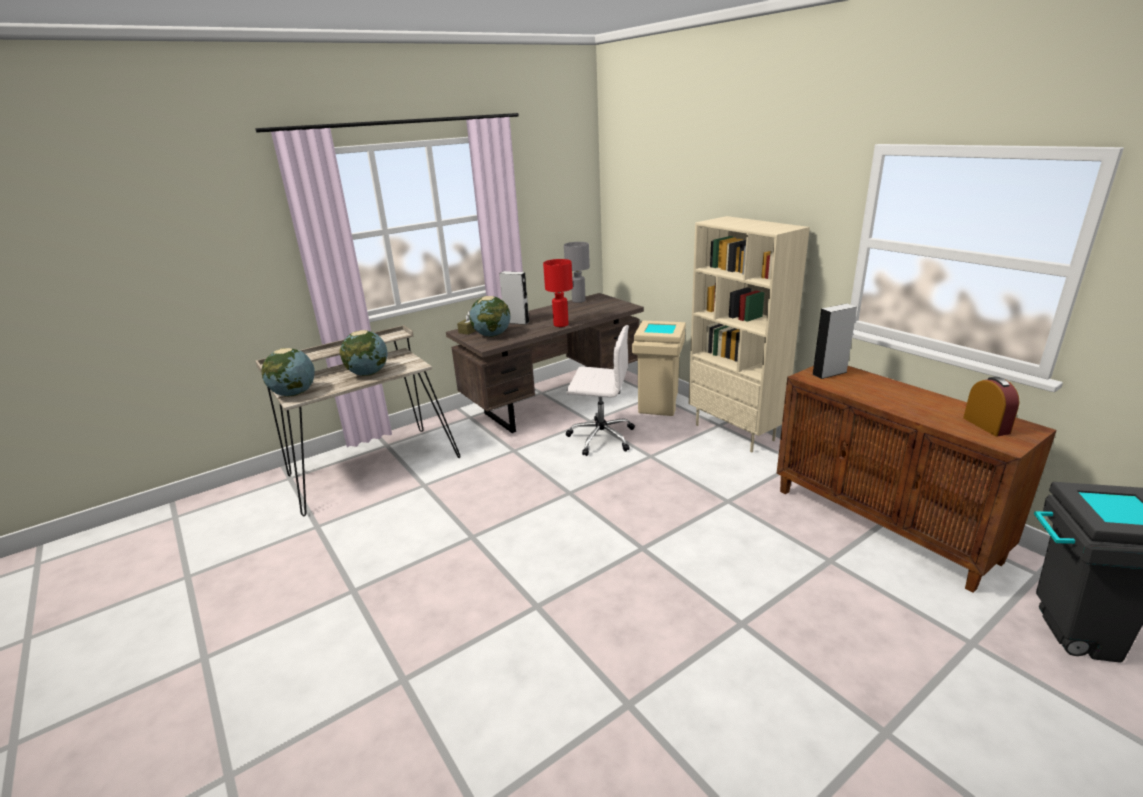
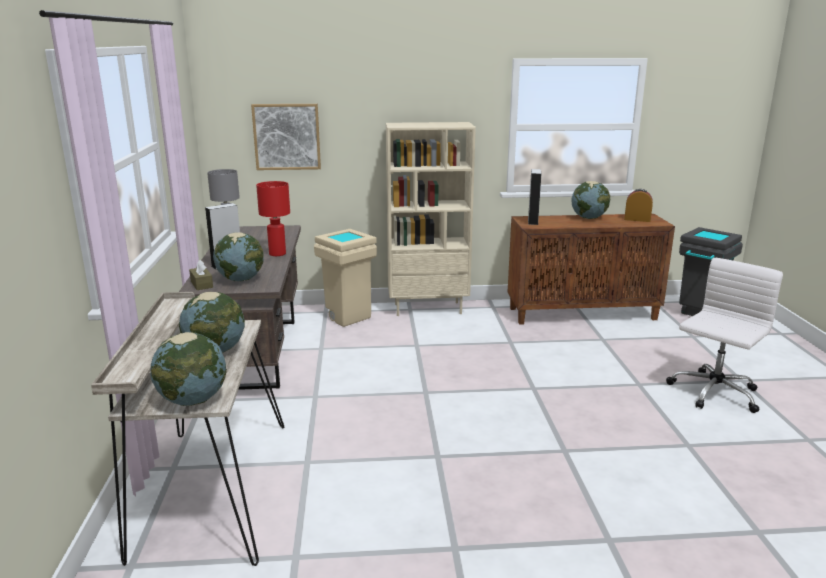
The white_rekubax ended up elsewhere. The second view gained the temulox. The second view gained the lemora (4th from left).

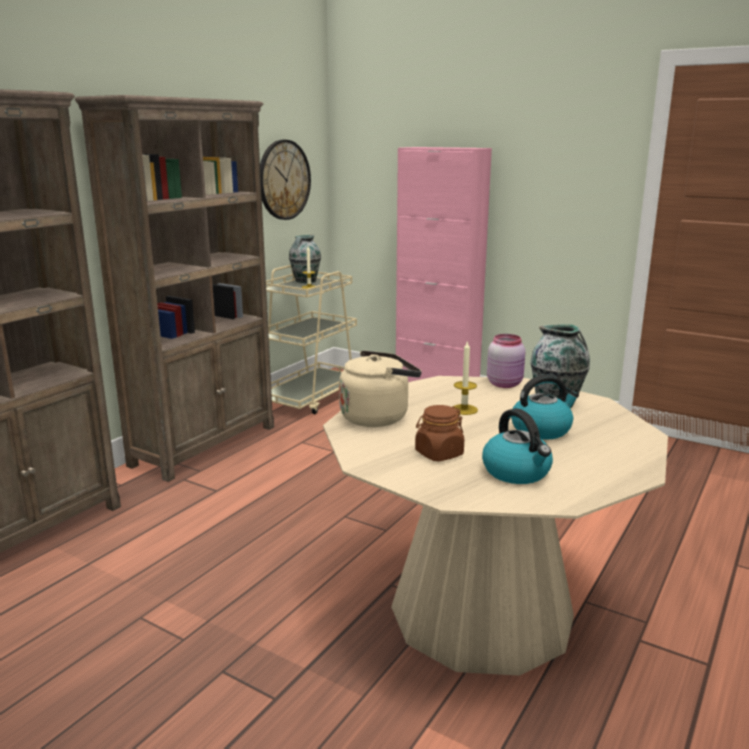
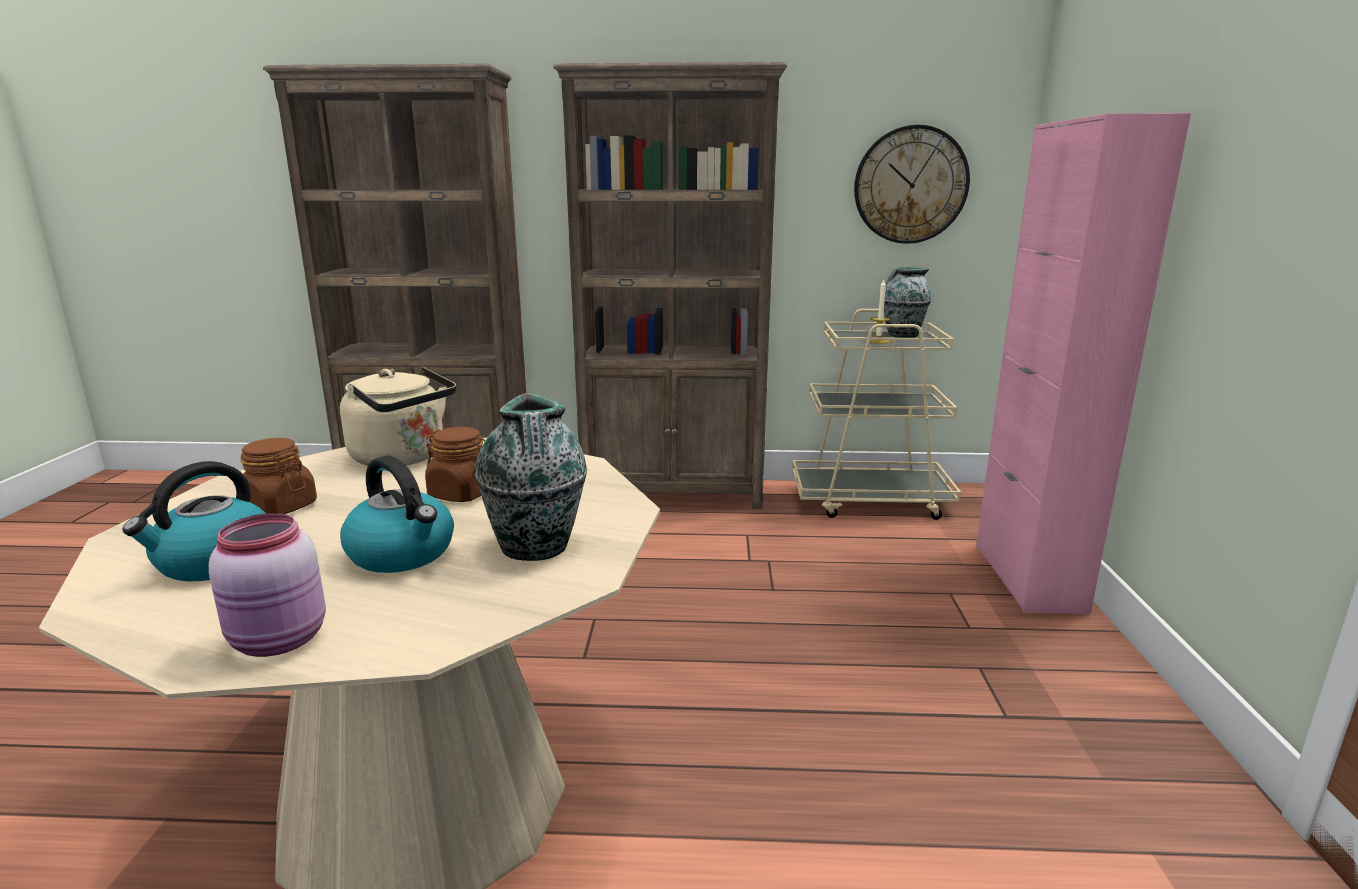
The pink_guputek ended up elsewhere. Where the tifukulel (2nd from left) stood, the brown_guputek (2nd from left) came to stand.

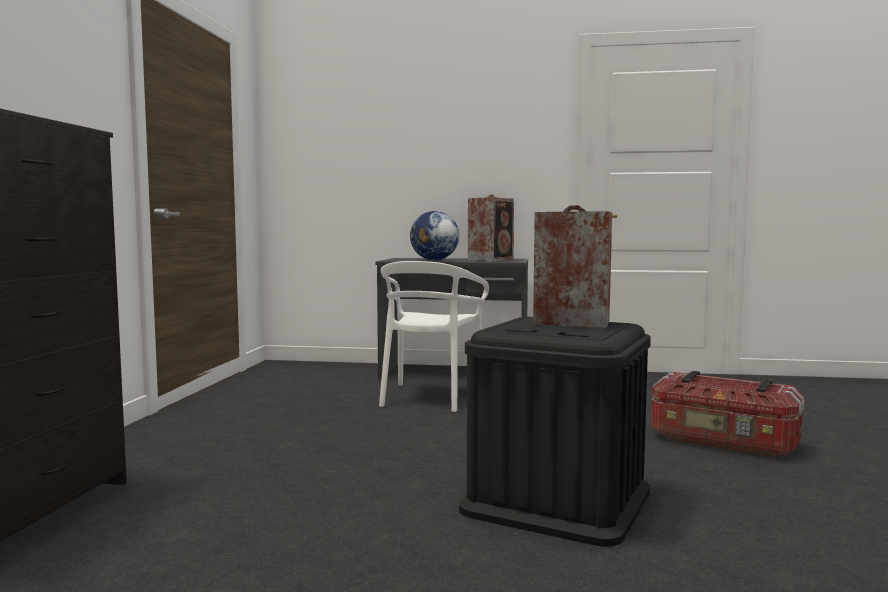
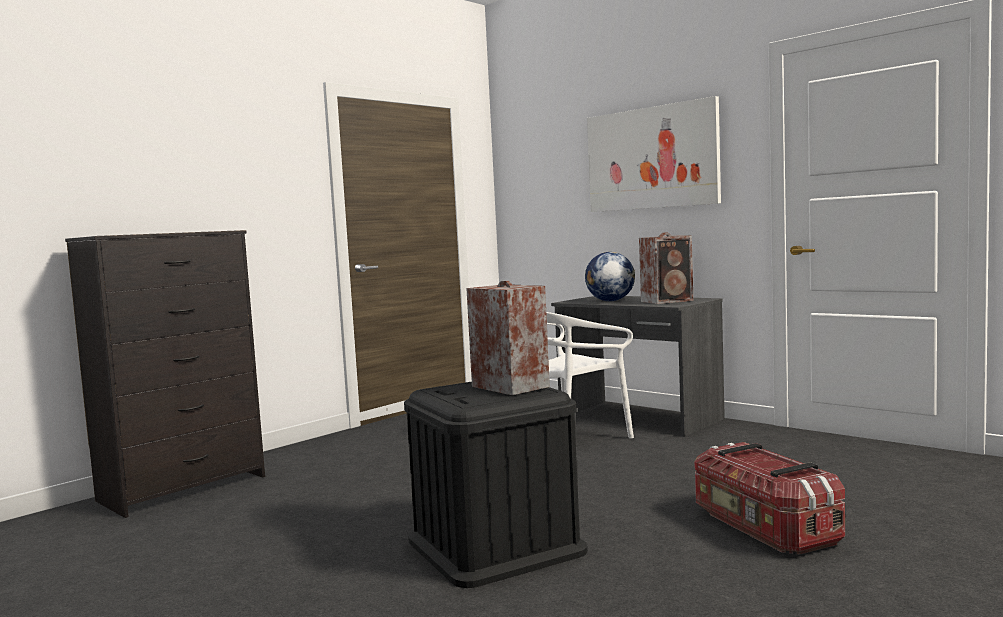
The second view gained the temulox.

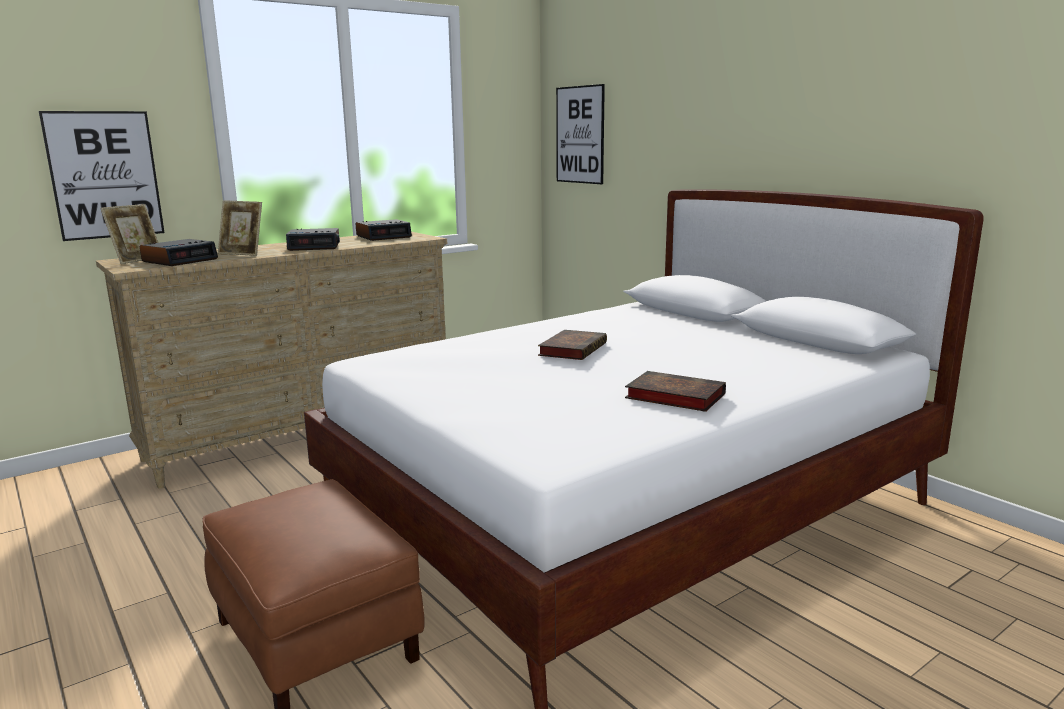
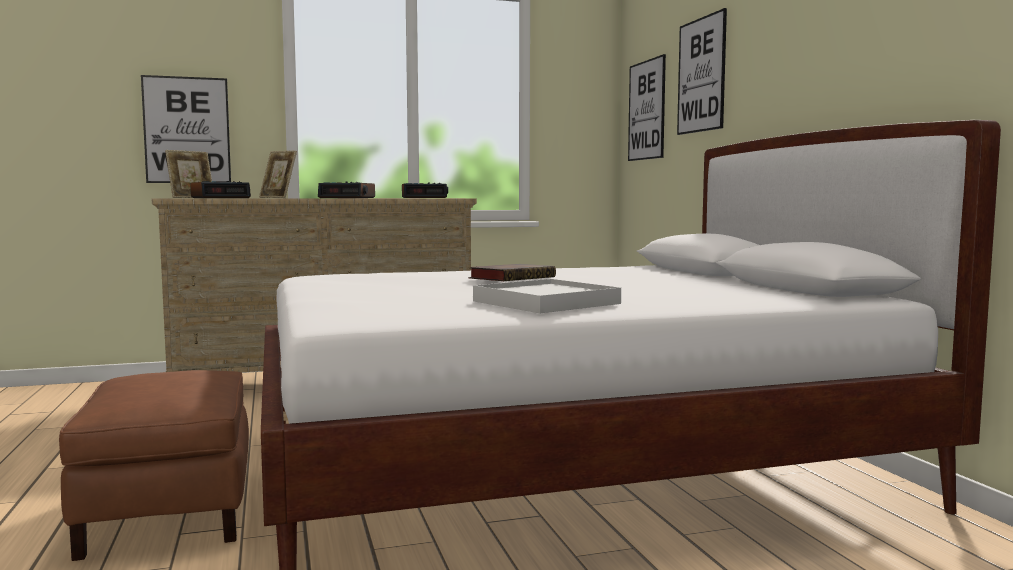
Where the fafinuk (2nd from left) stood, the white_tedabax came to stand. The second view gained the temulox (3rd from left).

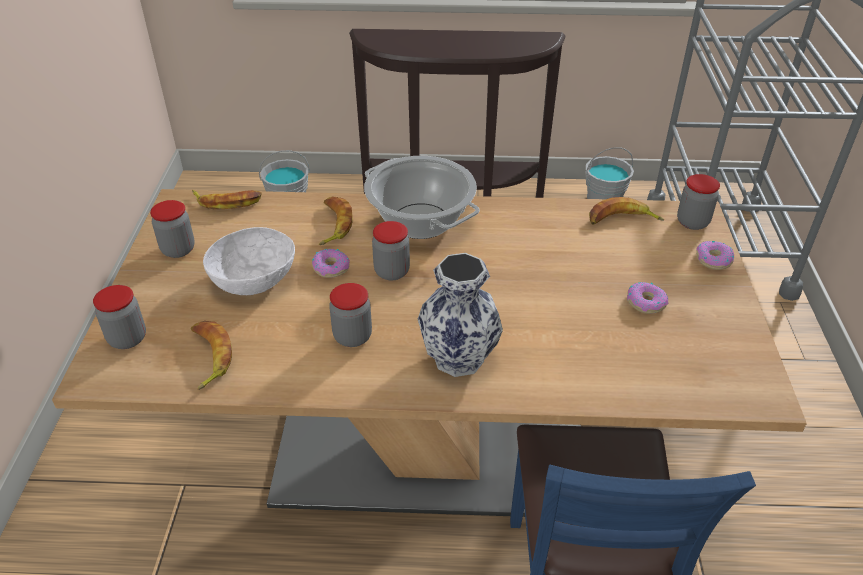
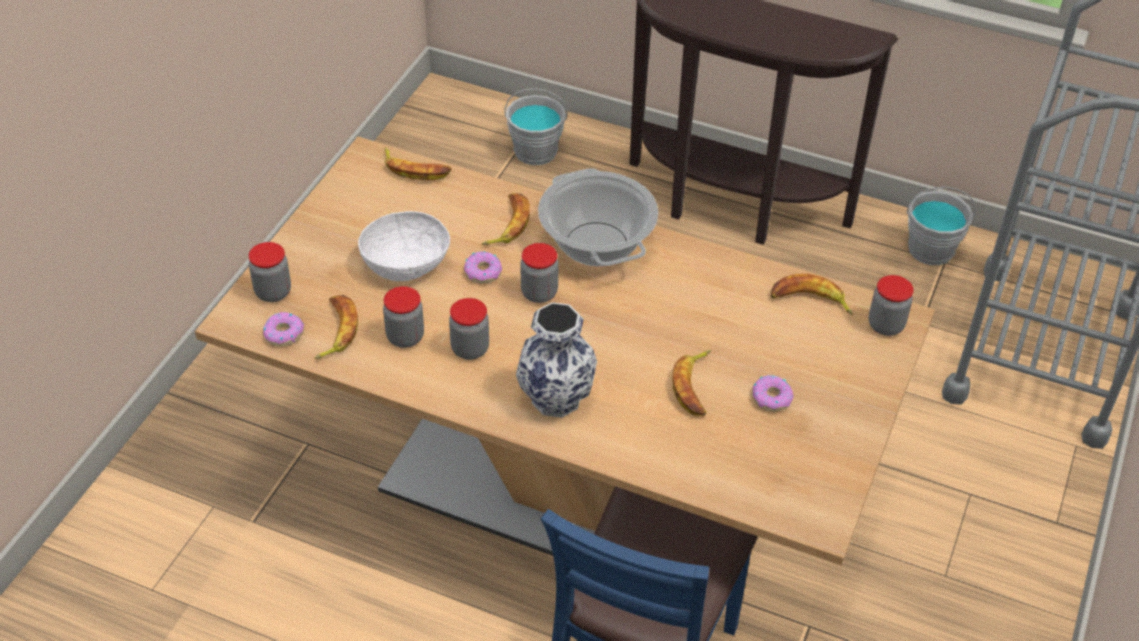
The guputek (2nd from left) ended up elsewhere. The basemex (3rd from left in the first image) ended up elsewhere. The second view gained the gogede (4th from left).

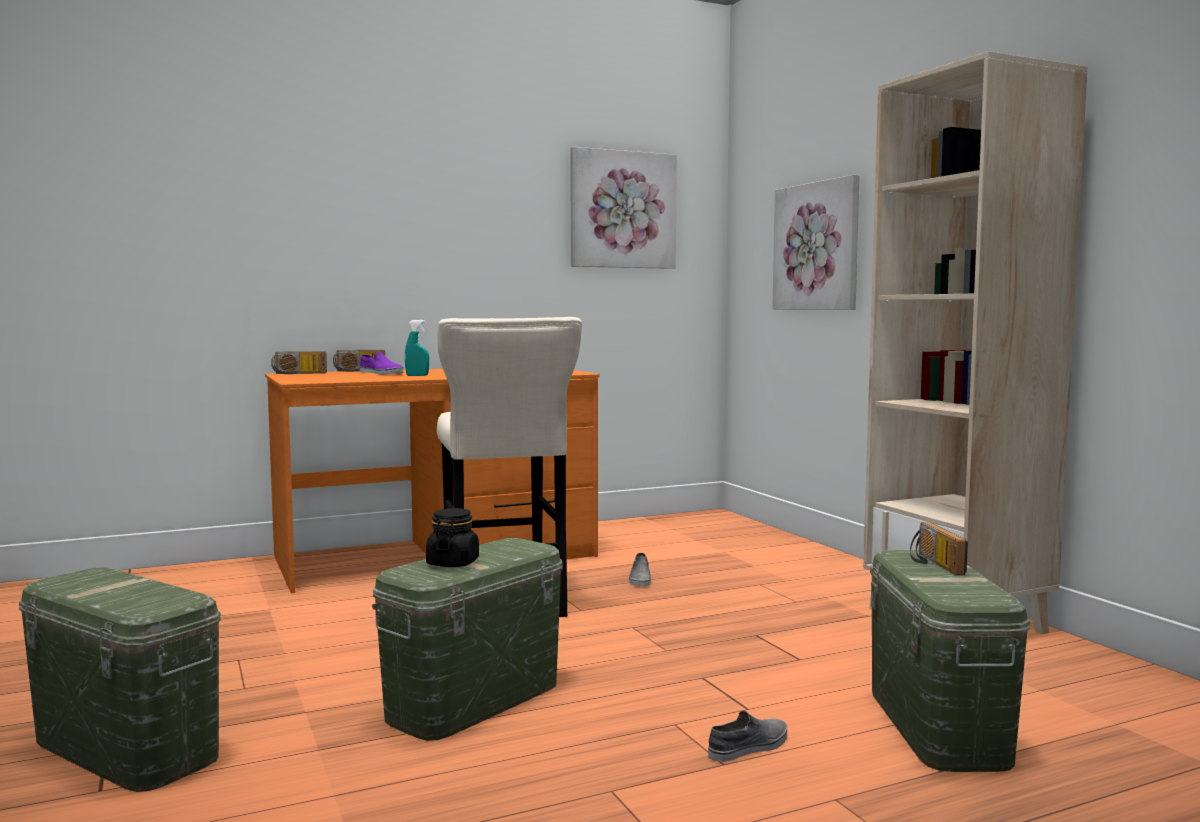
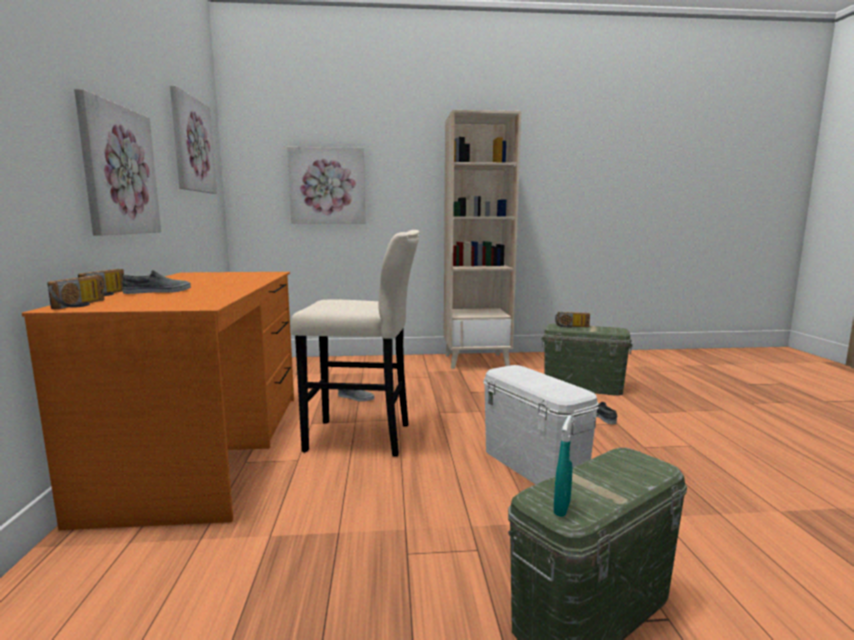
The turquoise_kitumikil ended up elsewhere. What was the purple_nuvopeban turned into the grey_nuvopeban (1st from left). The second view lost the black_guputek. What was the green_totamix (2nd from left) turned into the white_totamix. The second view gained the temulox (1st from left).

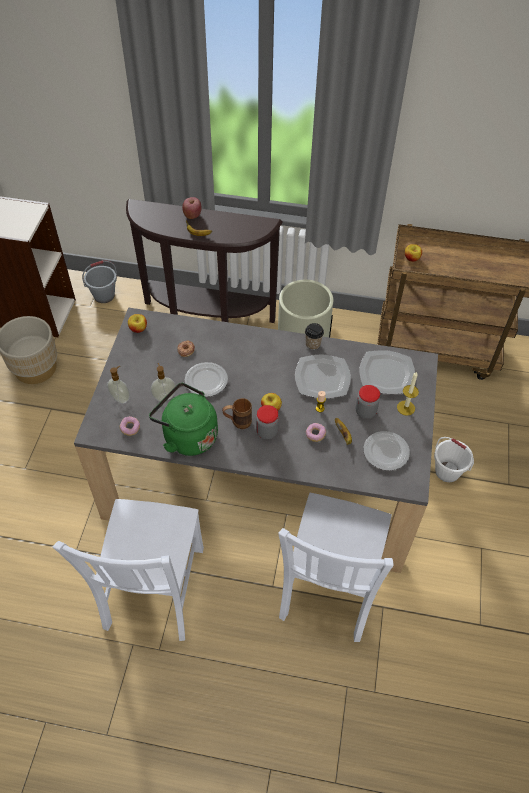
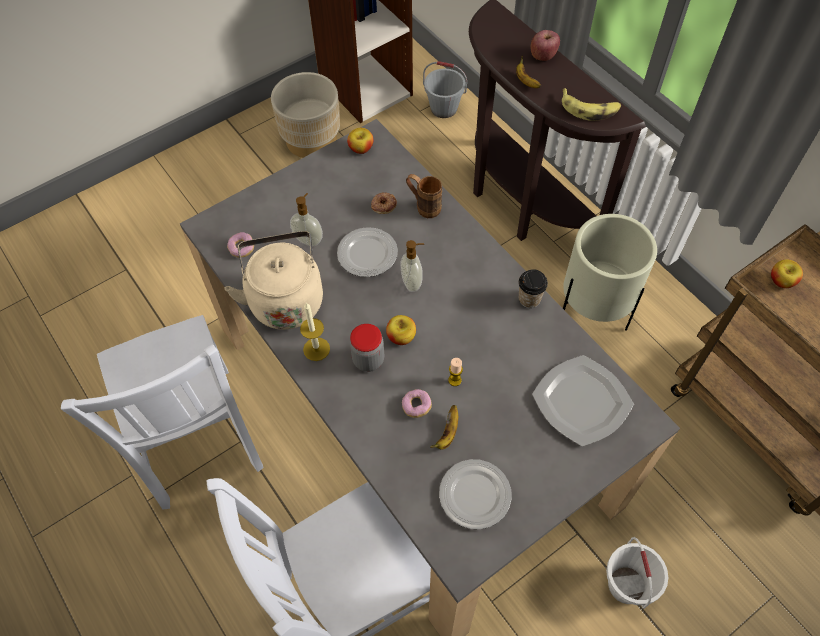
The second view lost the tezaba (2nd from left). The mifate (1st from left in the first image) ended up elsewhere. The tifukulel (2nd from left in the first image) ended up elsewhere. What was the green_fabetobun turned into the beige_fabetobun. The second view lost the guputek (2nd from left). The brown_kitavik ended up elsewhere. The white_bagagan (1st from left) ended up facing another way, 75 degrees counterclockwise from before. The second view gained the gogede (3rd from left).

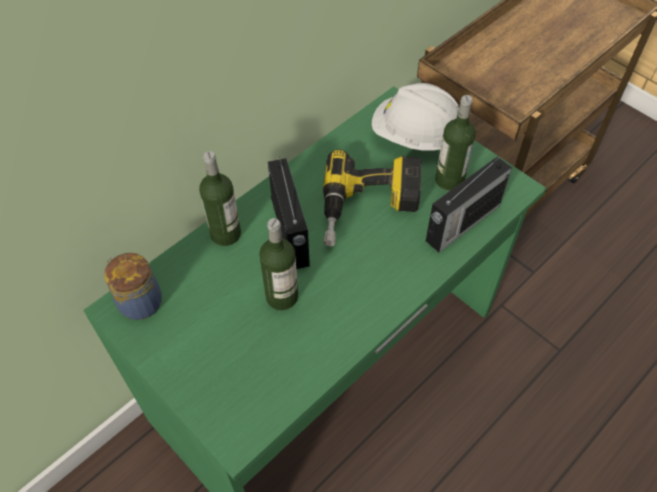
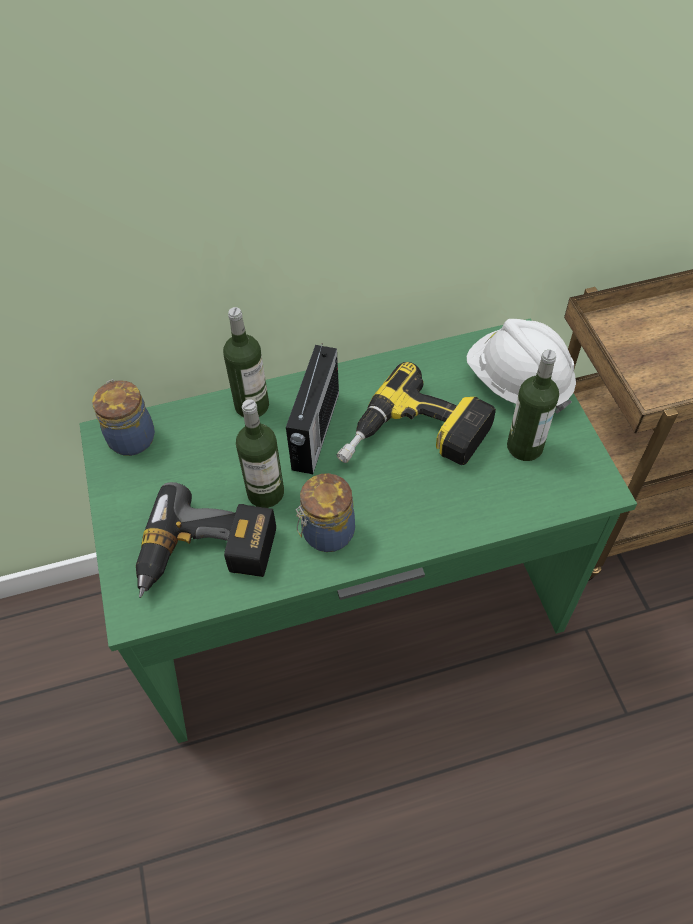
The second view lost the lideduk (2nd from left). The second view gained the guputek (2nd from left). The second view gained the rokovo (1st from left).

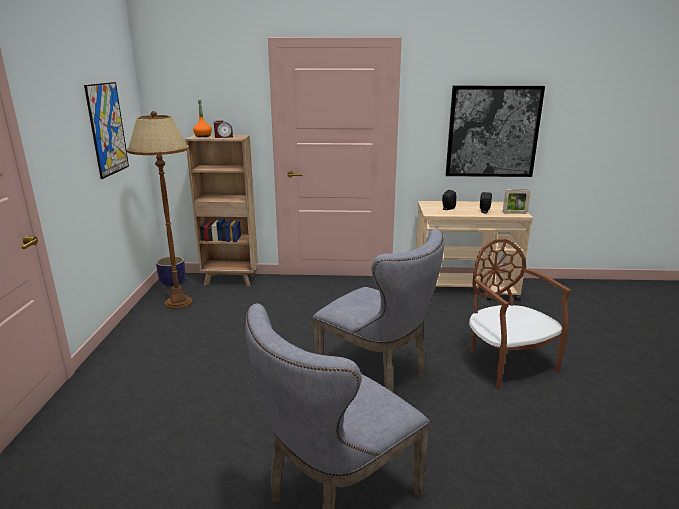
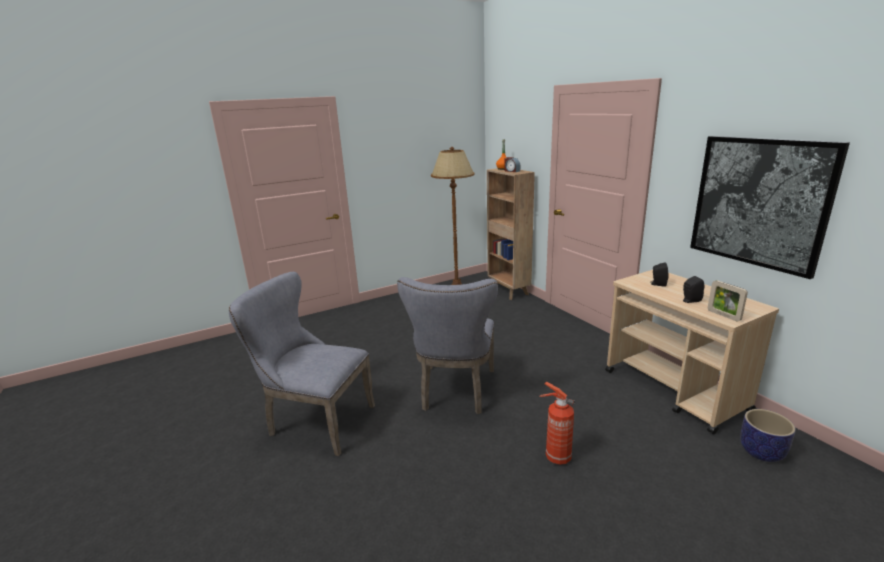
The second view lost the temulox (1st from left). Where the brown_bagagan stood, the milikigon came to stand. The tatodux ended up elsewhere.

